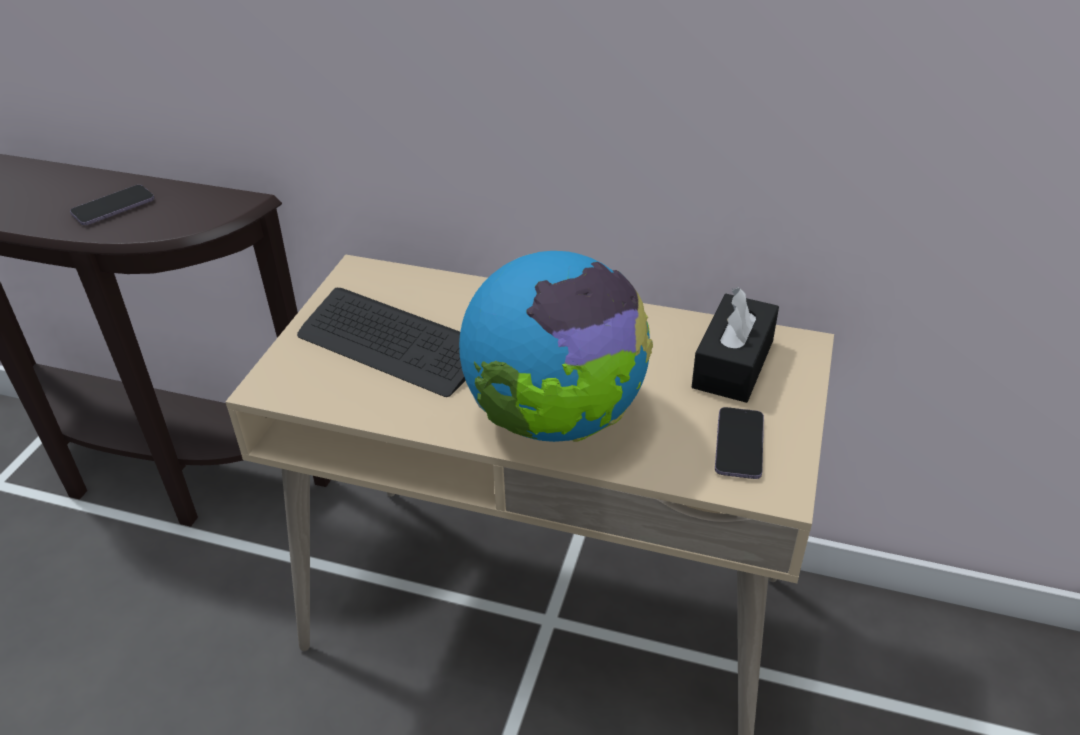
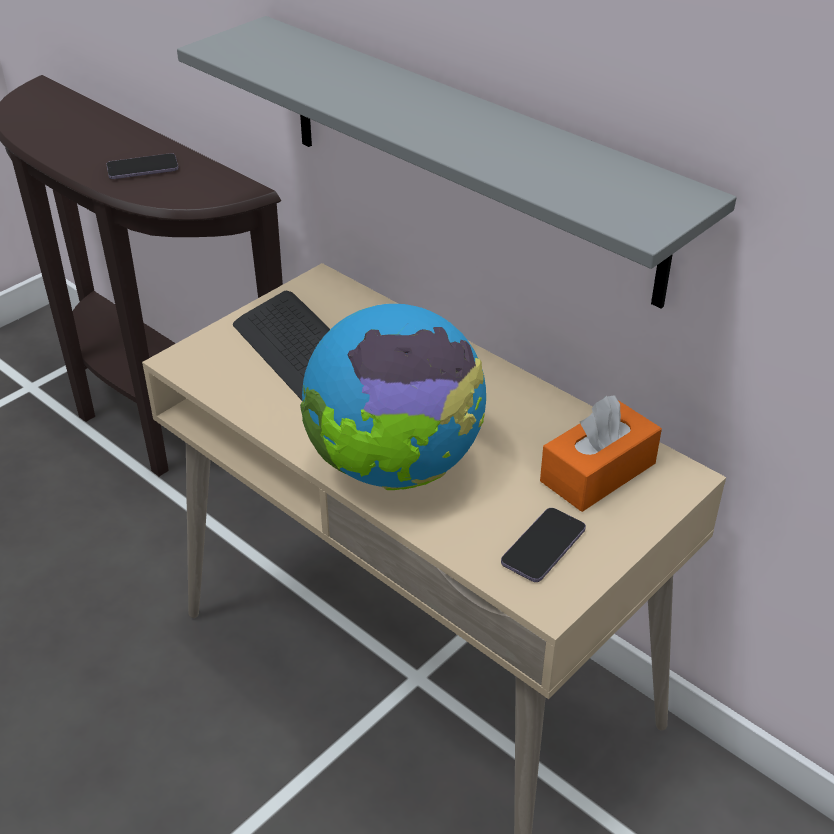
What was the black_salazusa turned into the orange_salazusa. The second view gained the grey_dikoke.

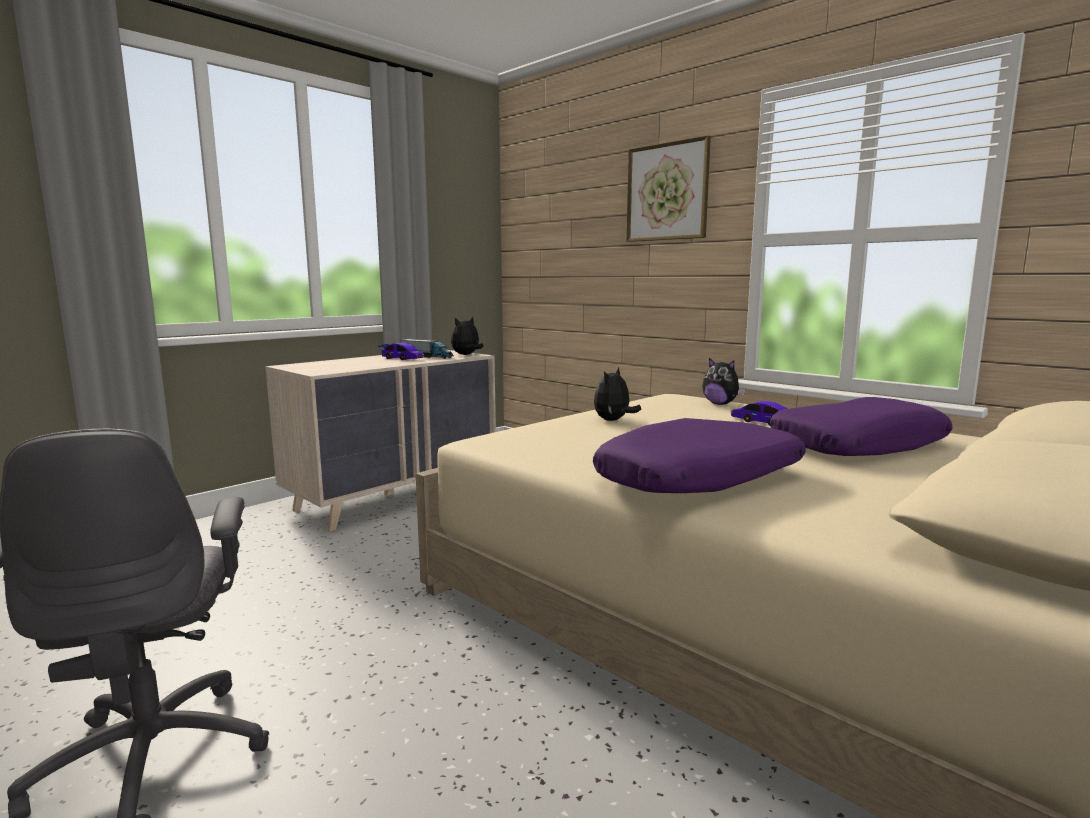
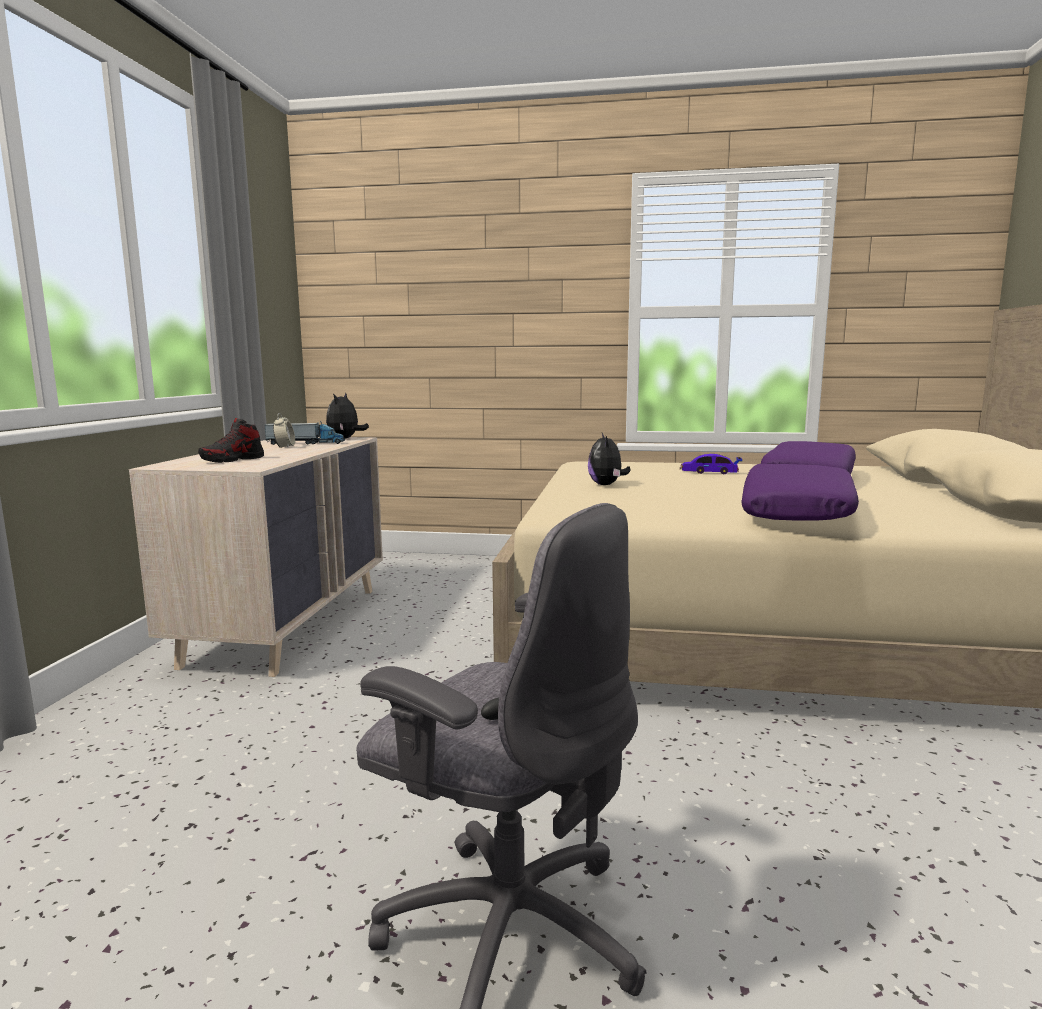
The second view lost the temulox. Where the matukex (1st from left) stood, the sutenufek came to stand. The second view lost the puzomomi (3rd from left). The second view gained the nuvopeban.

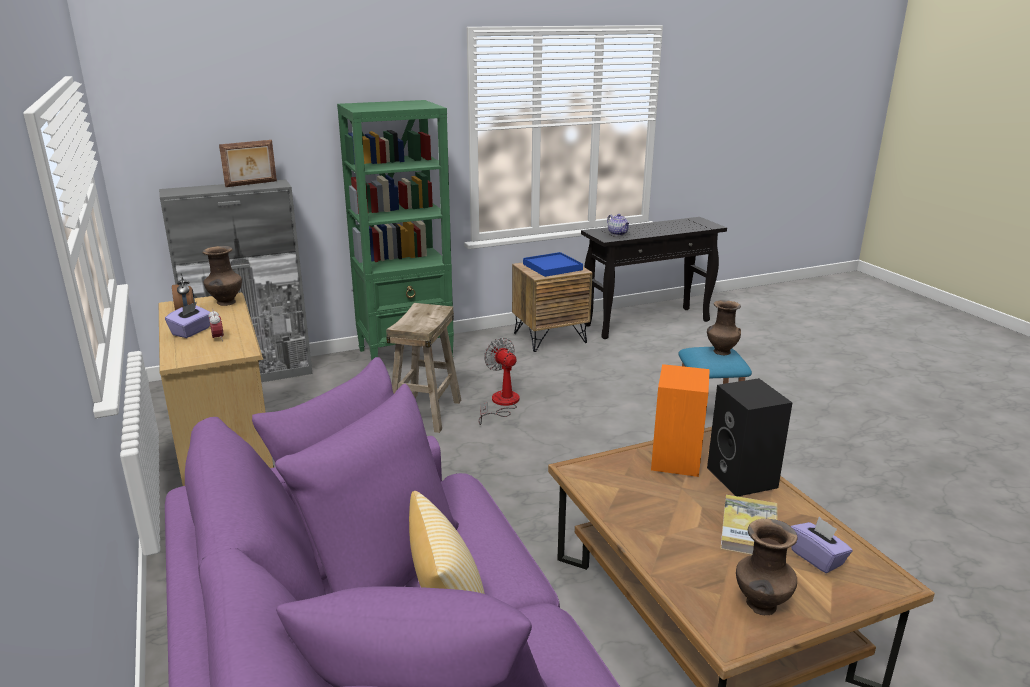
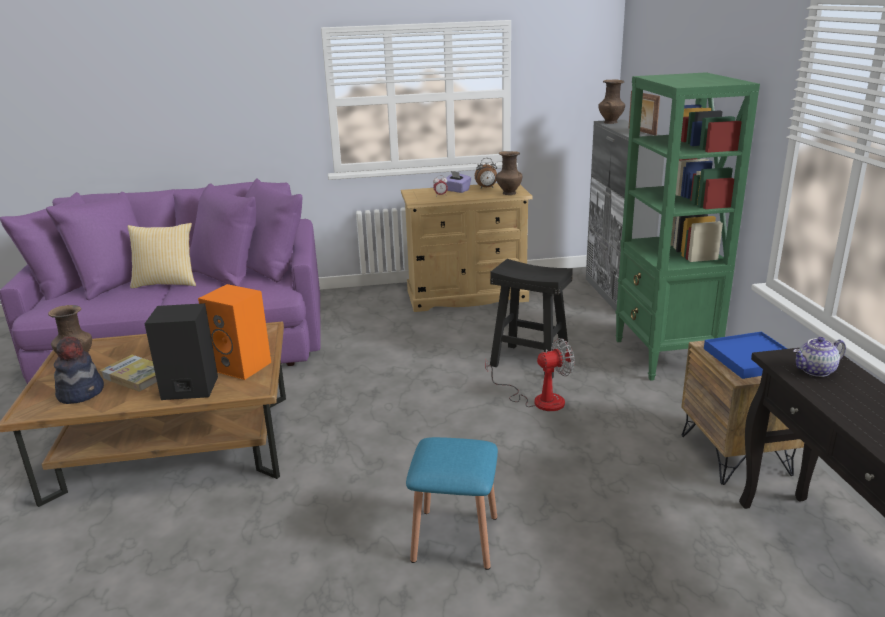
The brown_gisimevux (2nd from left in the first image) ended up elsewhere. What was the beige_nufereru turned into the black_nufereru. Where the purple_salazusa (2nd from left) stood, the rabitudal came to stand.

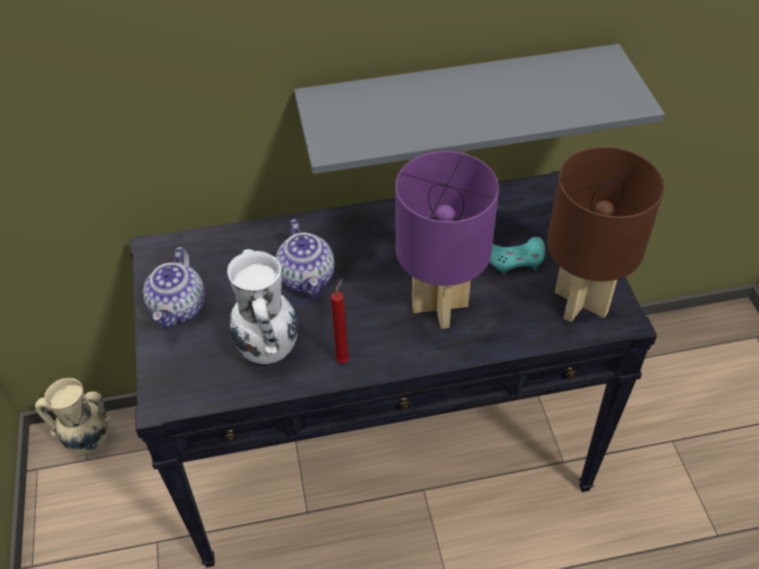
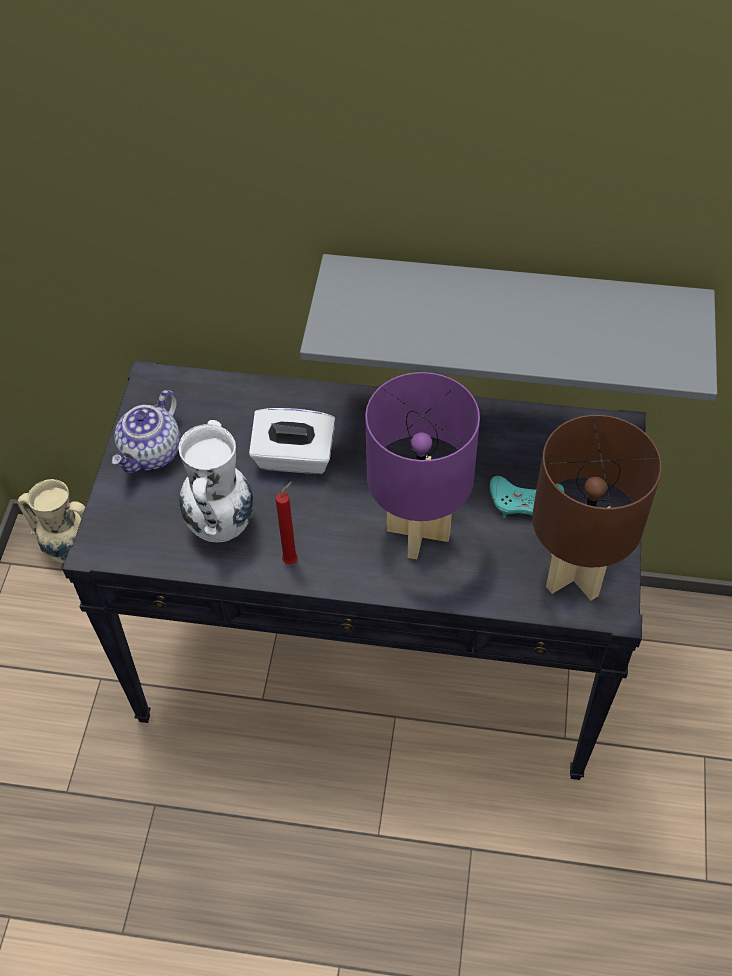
Where the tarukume (2nd from left) stood, the white_salazusa came to stand.

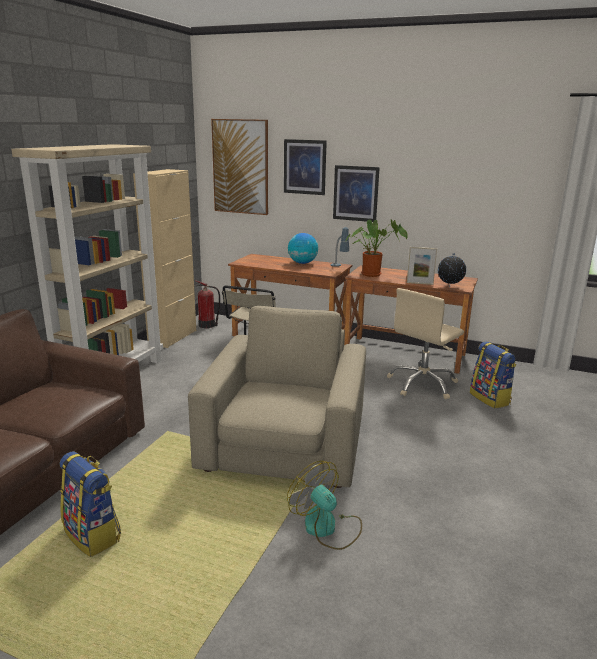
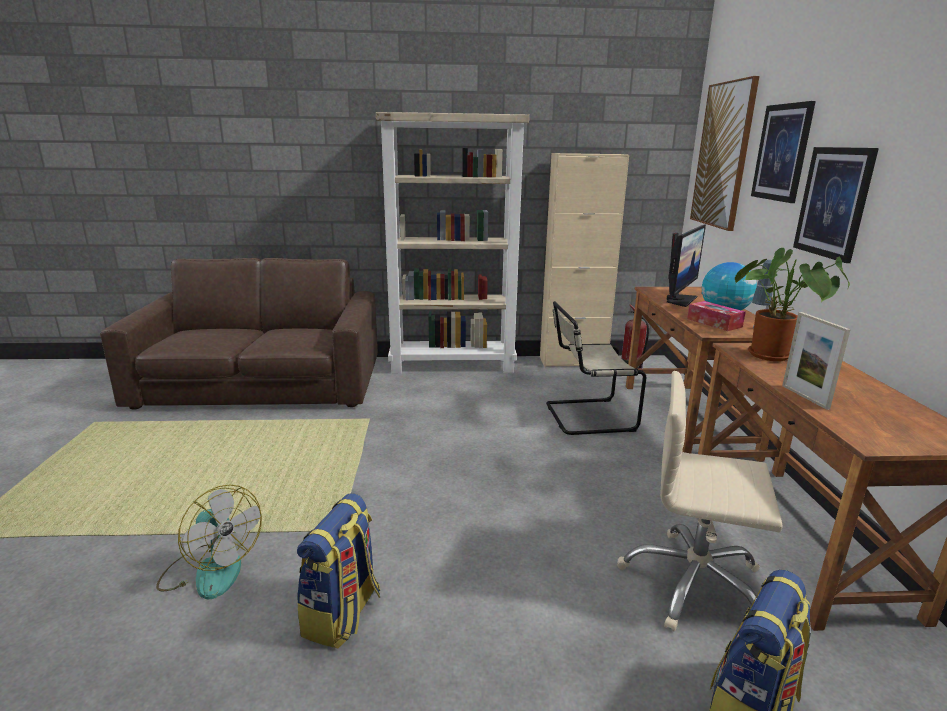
The second view lost the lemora (2nd from left). The second view lost the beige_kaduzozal. The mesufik (1st from left) ended up elsewhere. The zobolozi ended up facing another way, 105 degrees clockwise from before. The second view gained the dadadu. The second view gained the salazusa.

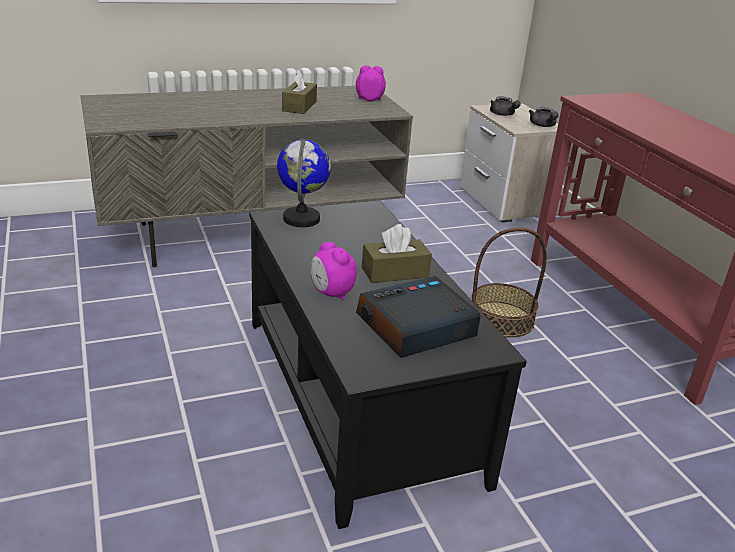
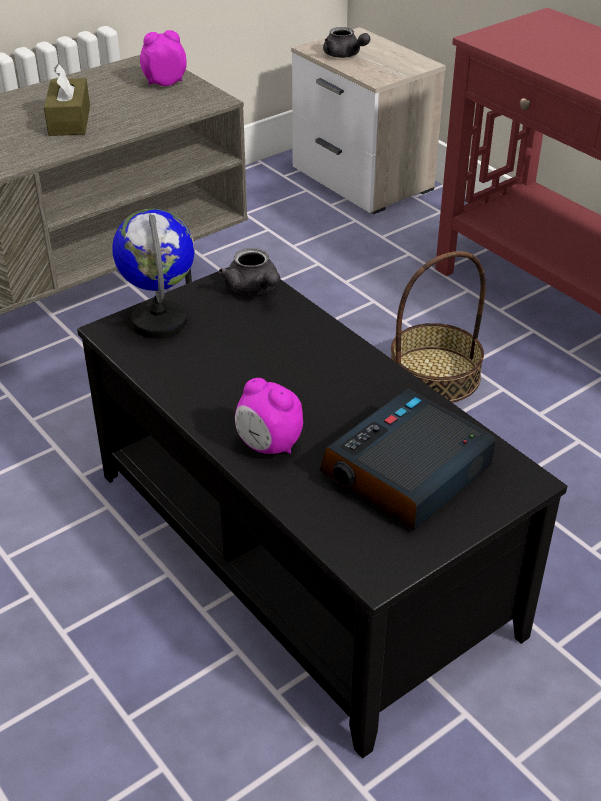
The grey_tarukume (2nd from left in the first image) ended up elsewhere. The second view lost the brown_salazusa (2nd from left).

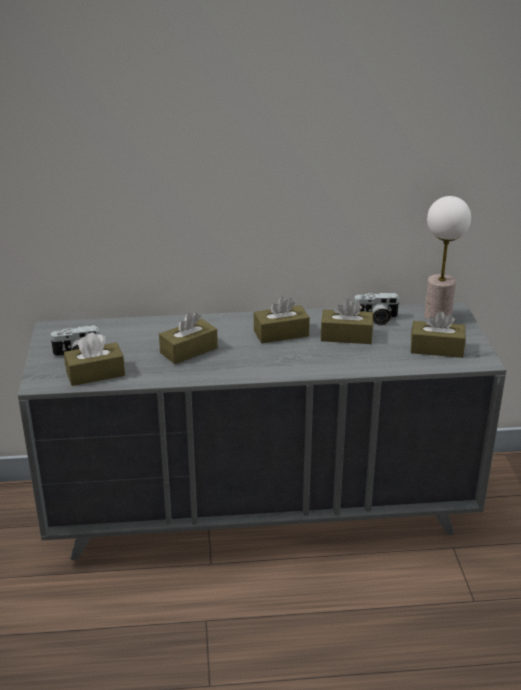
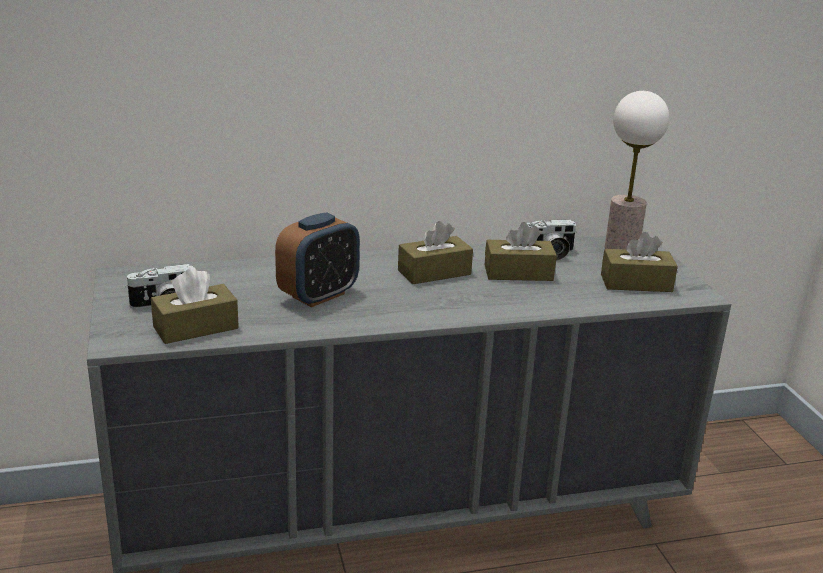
Where the brown_salazusa (2nd from left) stood, the sutenufek came to stand.

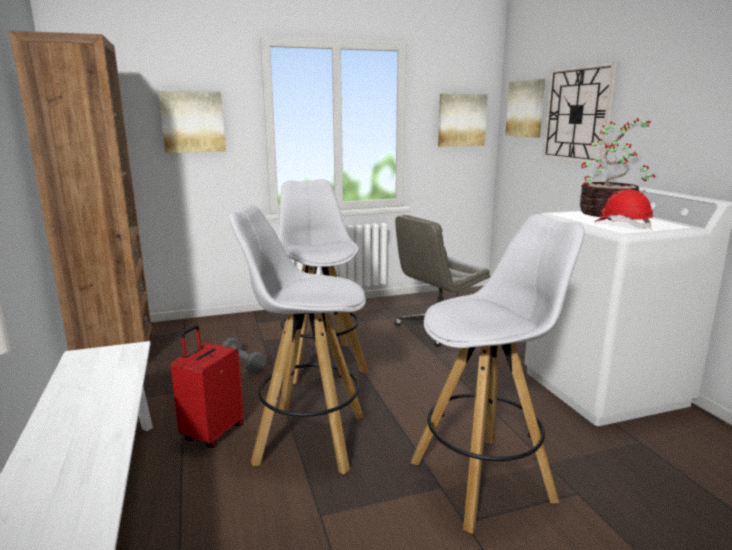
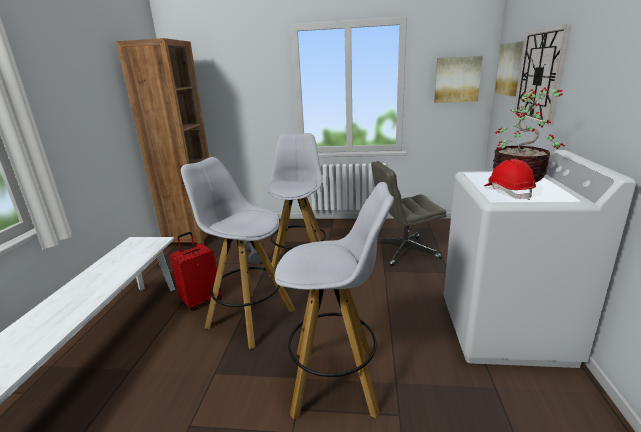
The second view lost the temulox (1st from left).

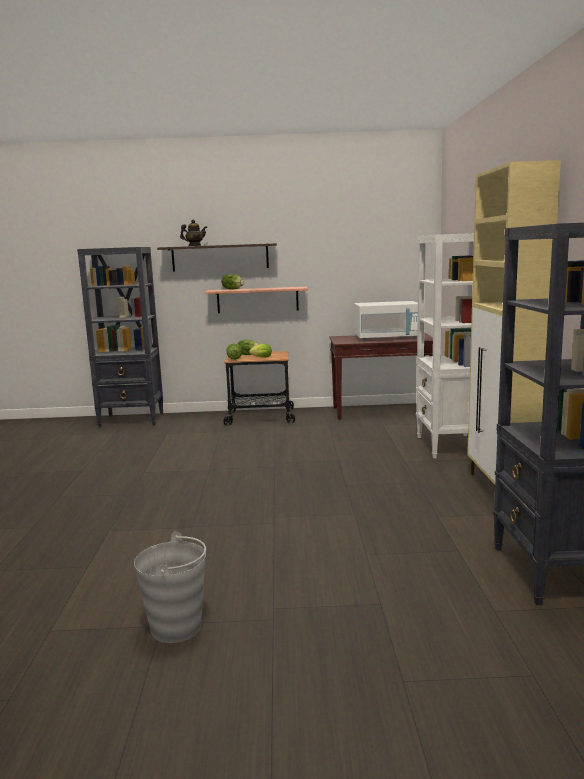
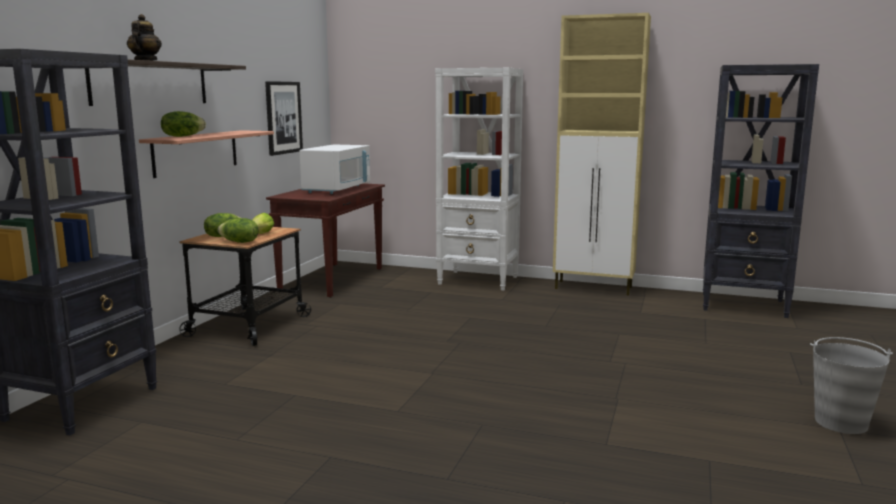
The second view gained the temulox.

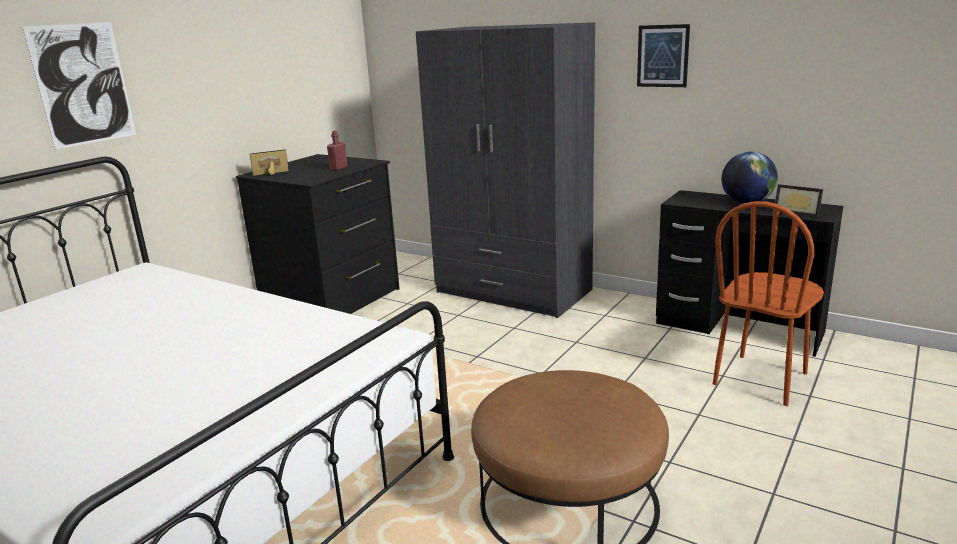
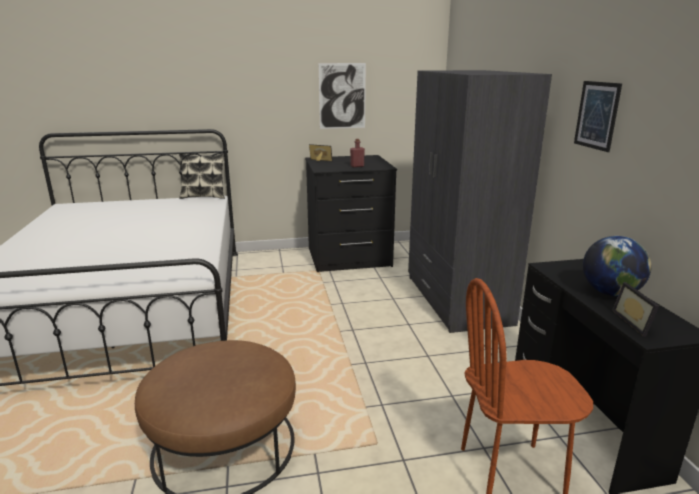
The temulox (1st from left) ended up elsewhere. The second view gained the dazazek.

